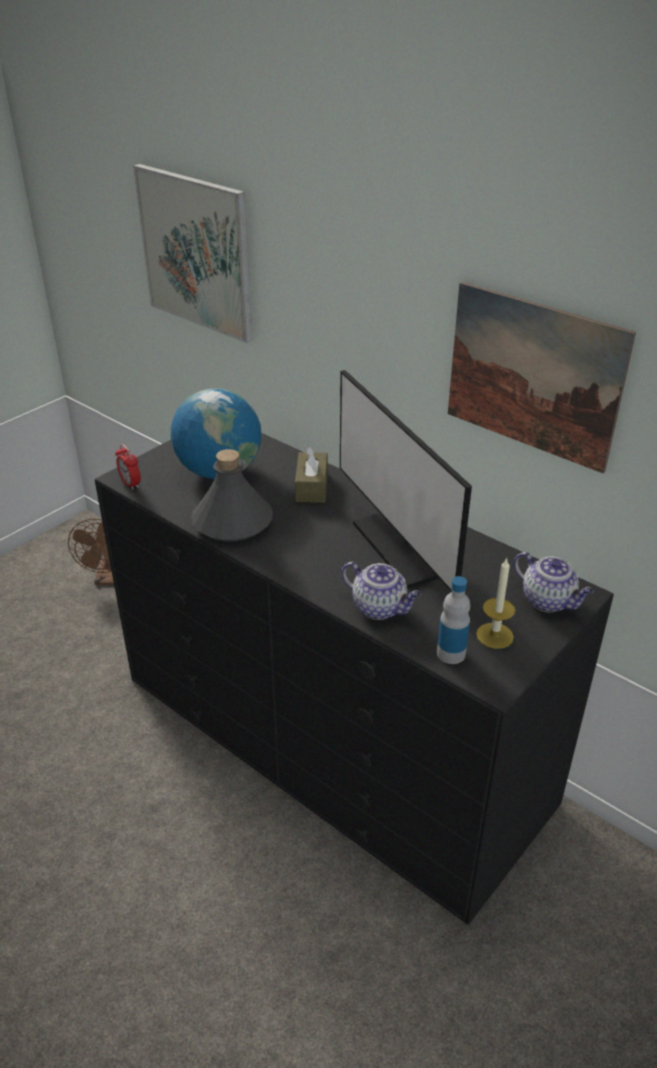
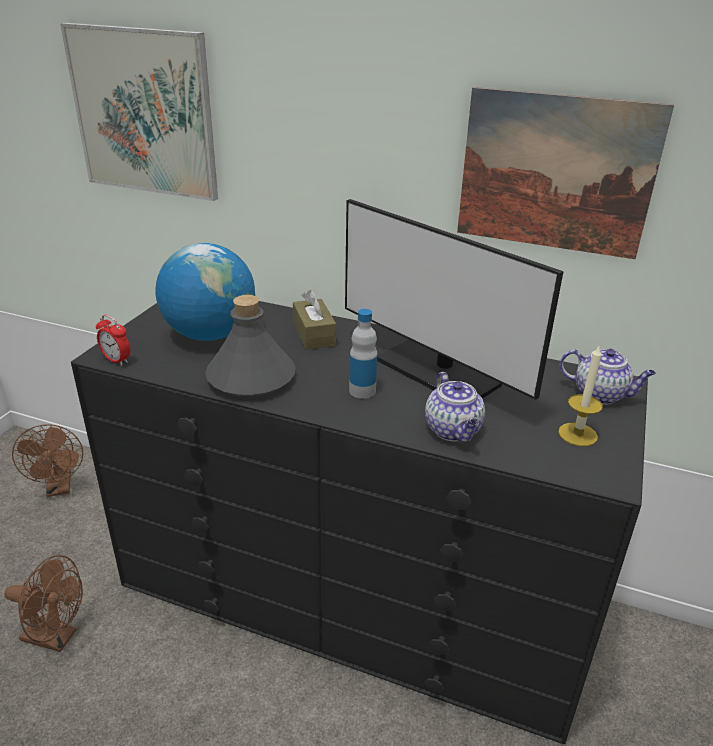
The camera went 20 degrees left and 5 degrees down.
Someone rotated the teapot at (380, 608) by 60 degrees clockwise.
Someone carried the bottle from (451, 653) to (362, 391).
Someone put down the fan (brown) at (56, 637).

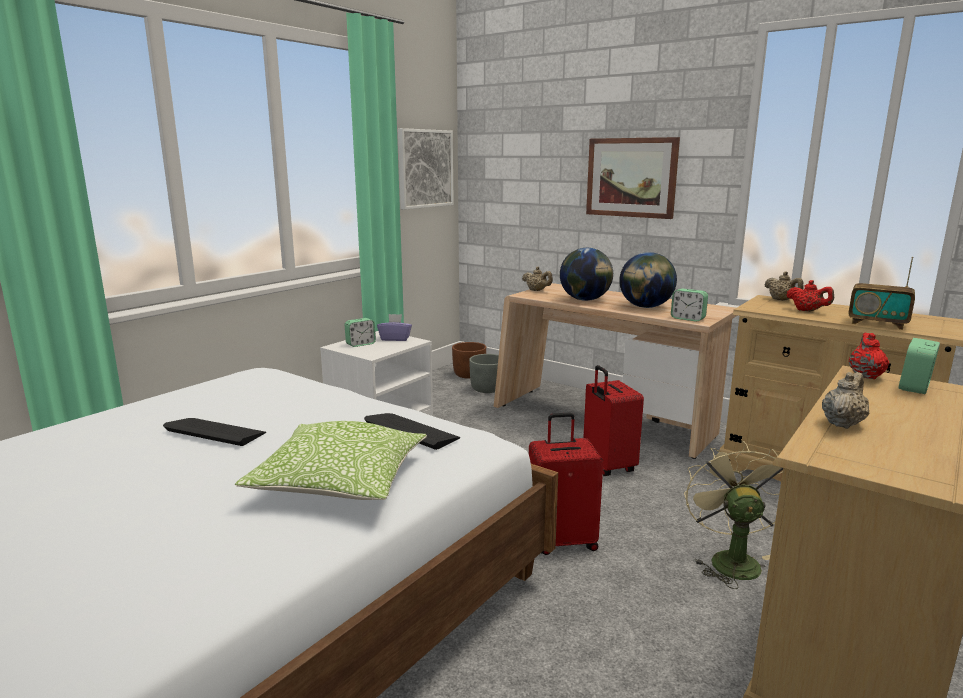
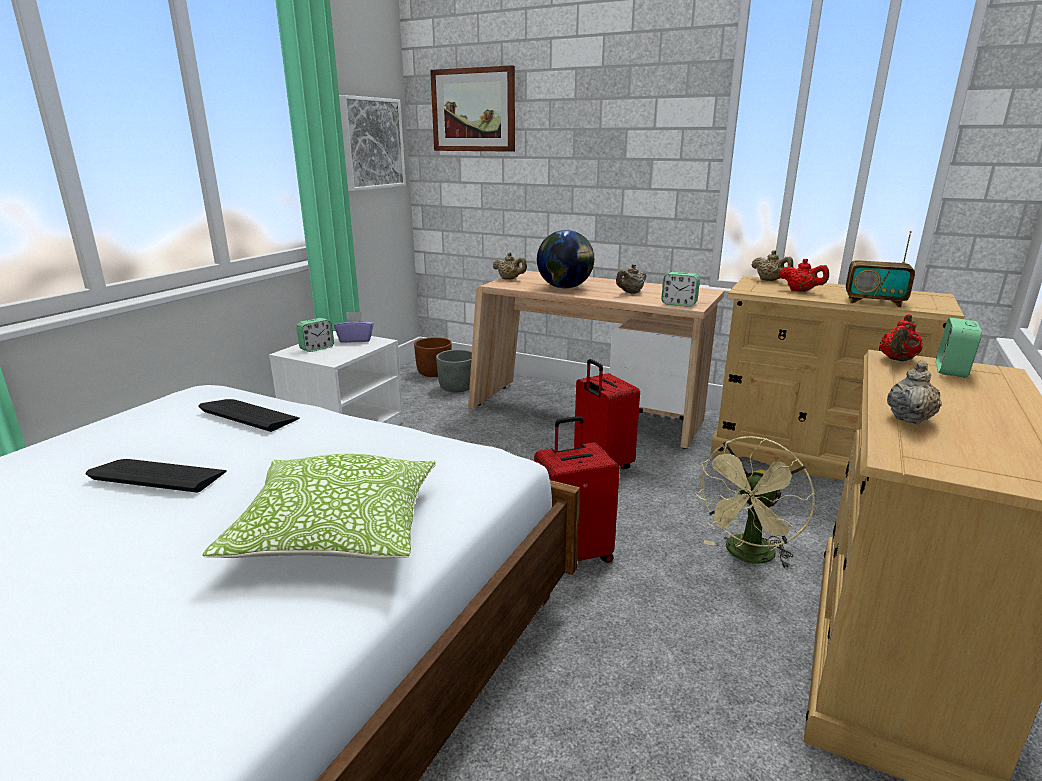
The camera went 10 degrees left and 5 degrees up.
Someone carried the picture from (631, 177) to (473, 110).
Someone swapped the globe at (645, 307) for the teapot (beige) at (630, 293).
Someone rotated the teapot (red) at (865, 375) by 150 degrees counterclockwise.
Someone carried the keyboard from (411, 431) to (249, 415).
Someone rotated the fan (beige) at (730, 559) by 135 degrees counterclockwise.

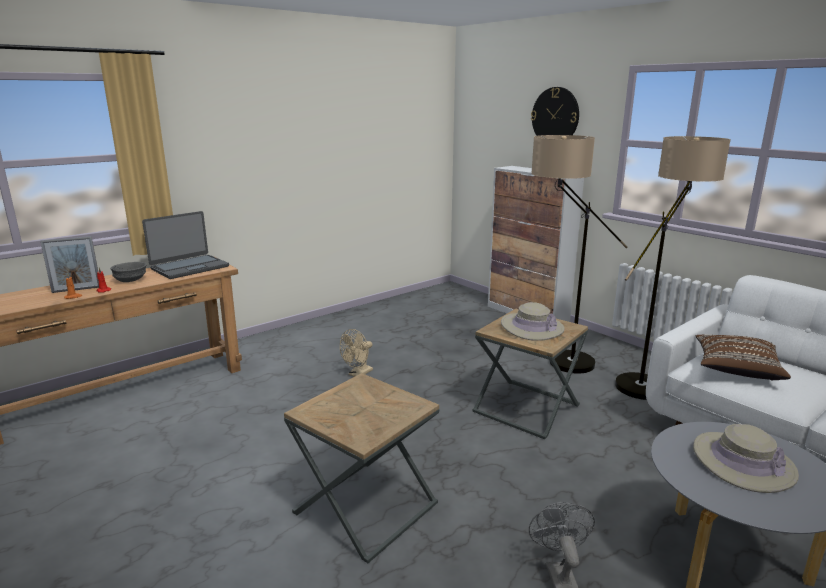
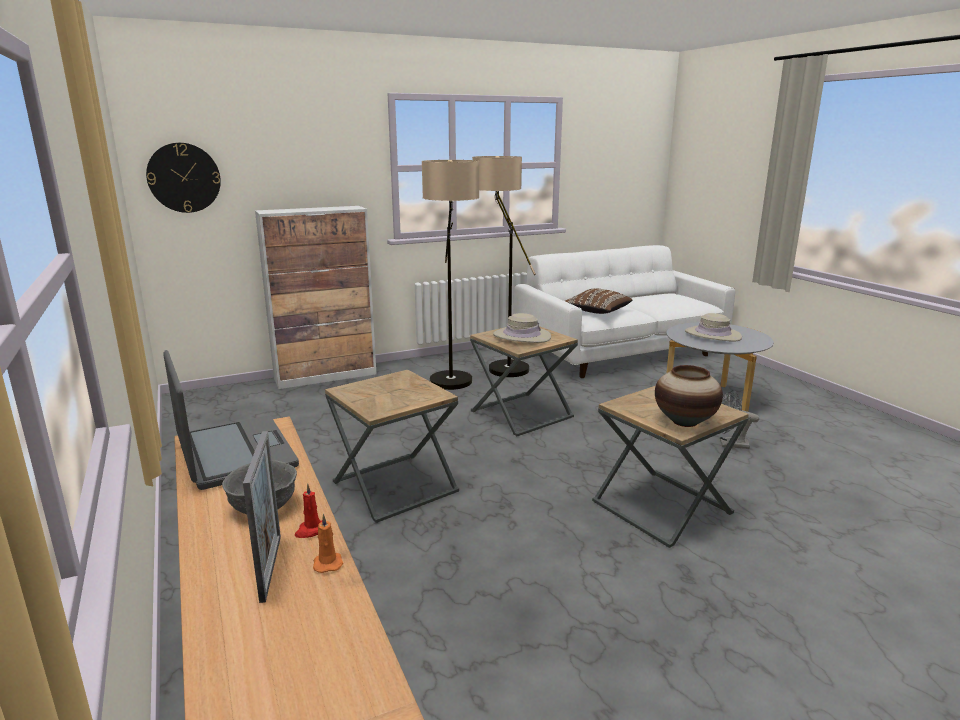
The camera went 75 degrees left and 0 degrees up.
Someone carried the wall clock from (555, 116) to (184, 178).
Someone swapped the fan (beige) at (358, 374) for the side table (brown) at (395, 487).
Someone put down the vase at (685, 422).

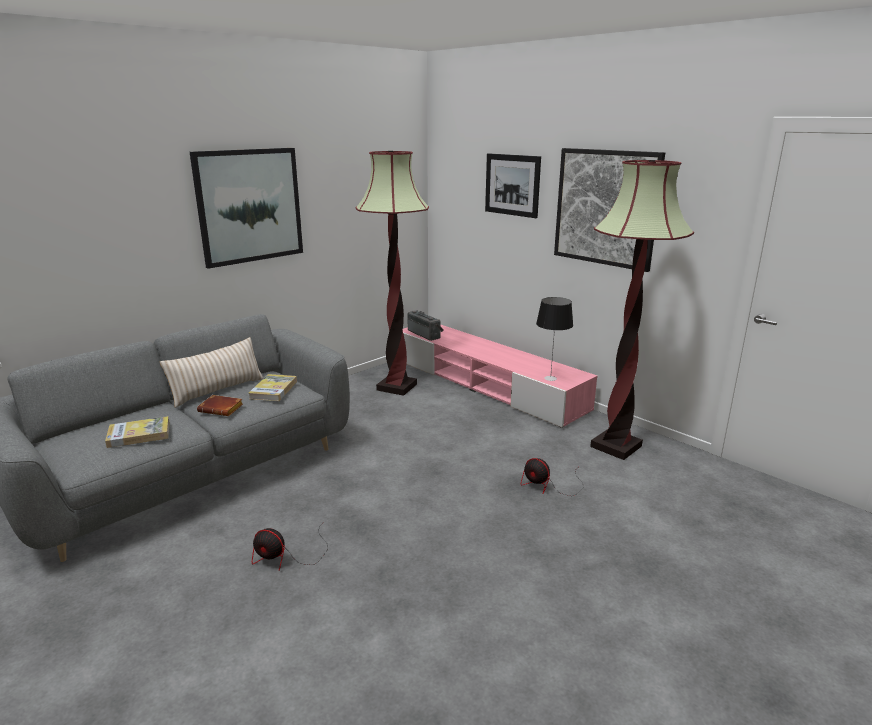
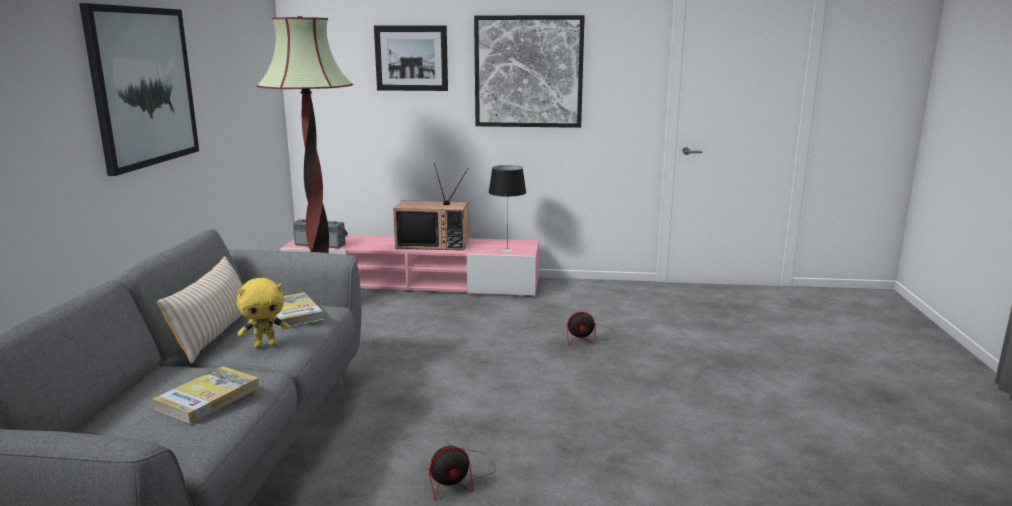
The camera went 40 degrees left and 5 degrees down.
Someone took away the floor lamp at (616, 446).
Someone swapped the book (brown) at (222, 409) for the plush toy (yellow) at (265, 345).
Someone put down the television at (434, 244).

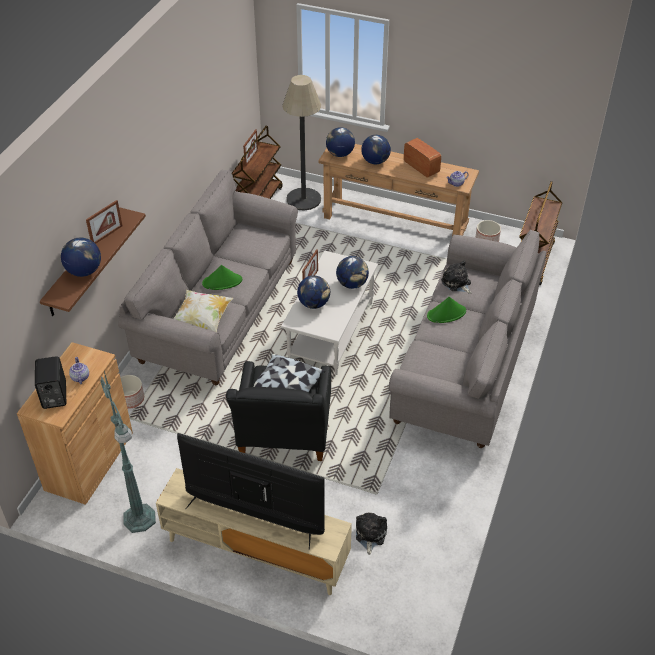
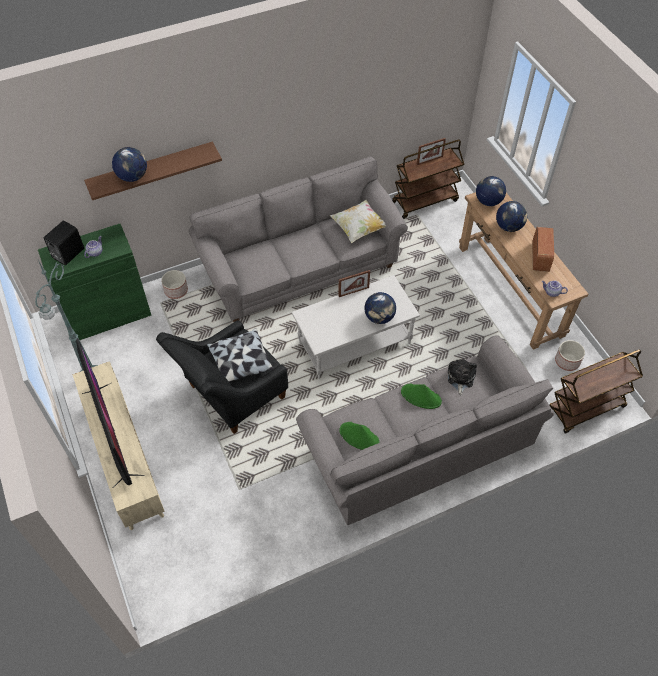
The camera went 45 degrees right and 10 degrees up.
Someone took away the floor lamp at (303, 199).
Someone took away the picture frame at (107, 235).
Someone carried the hat (green) from (222, 282) to (359, 437).
Someone took away the globe at (314, 304).
Someone carried the pillow from (202, 320) to (359, 228).
Someone repainted the cabinet (brown) at (89, 461), which became the cabinet (green) at (108, 314).
Someone took away the plush toy at (370, 535).

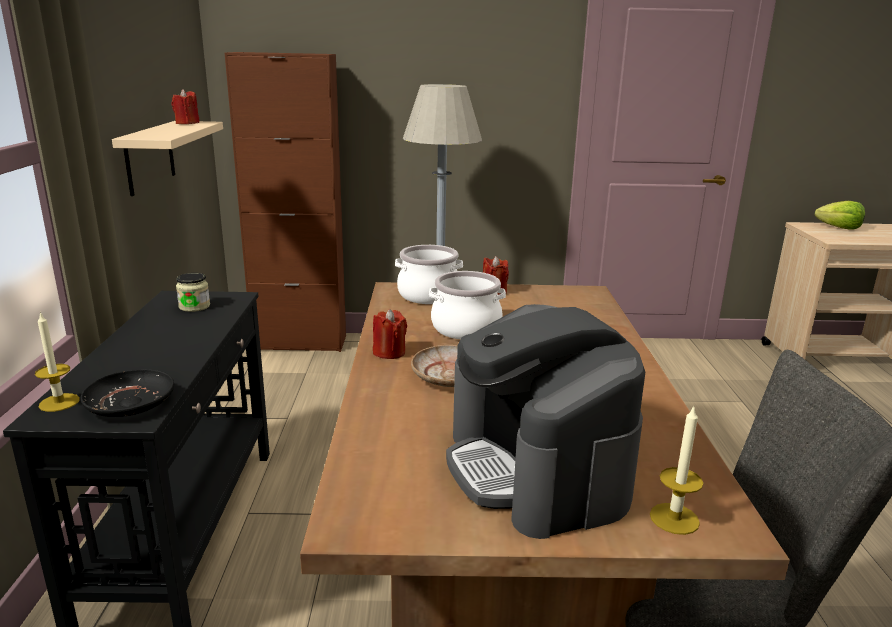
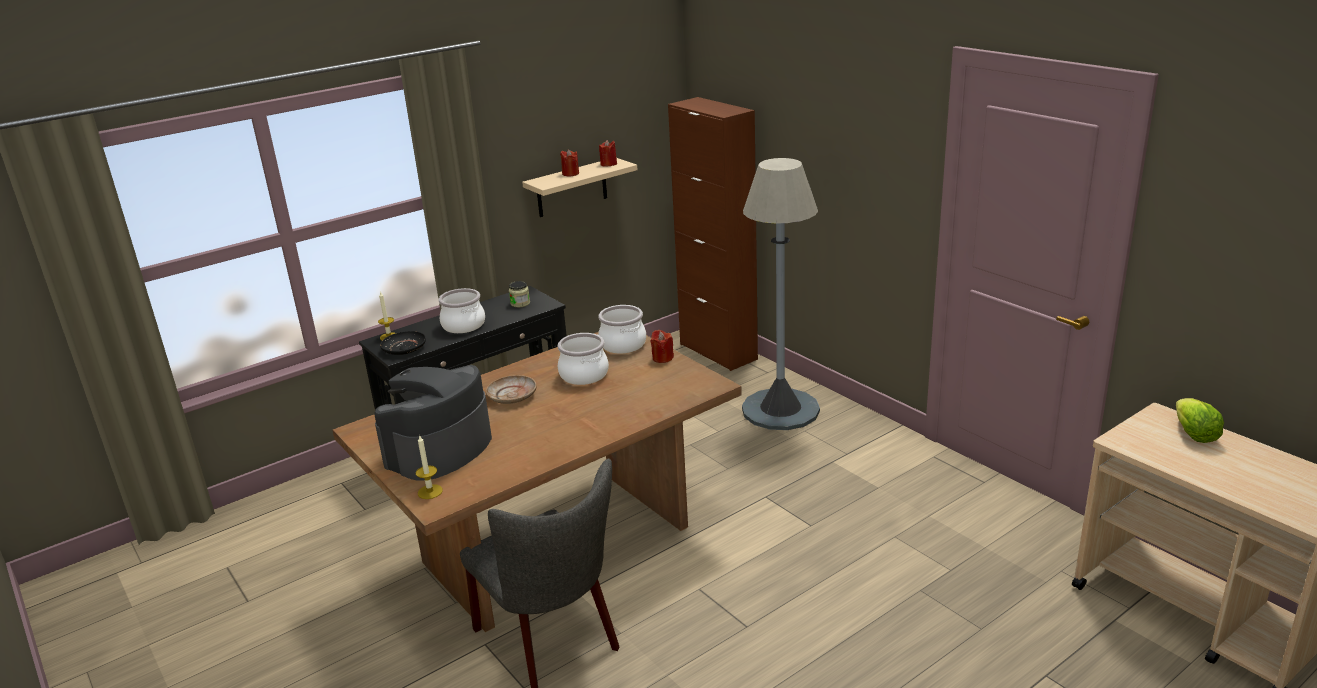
The camera went 55 degrees right and 5 degrees up.
Someone carried the candle (red) from (389, 352) to (570, 174).
Someone put down the cooking pot at (463, 325).

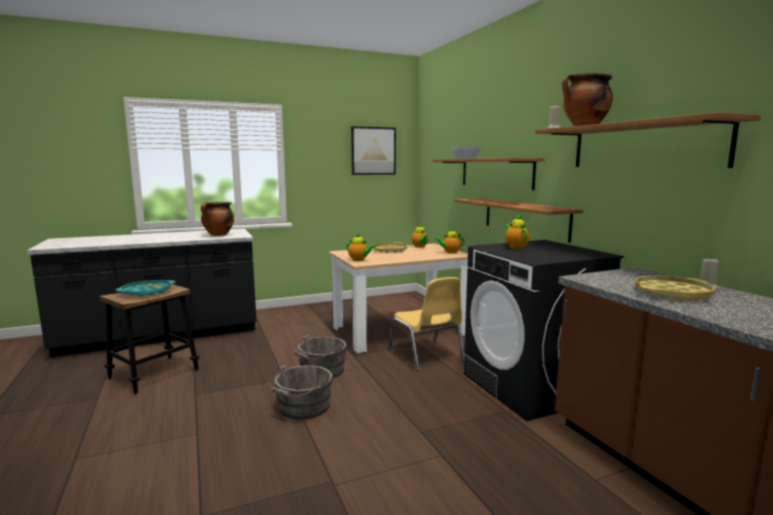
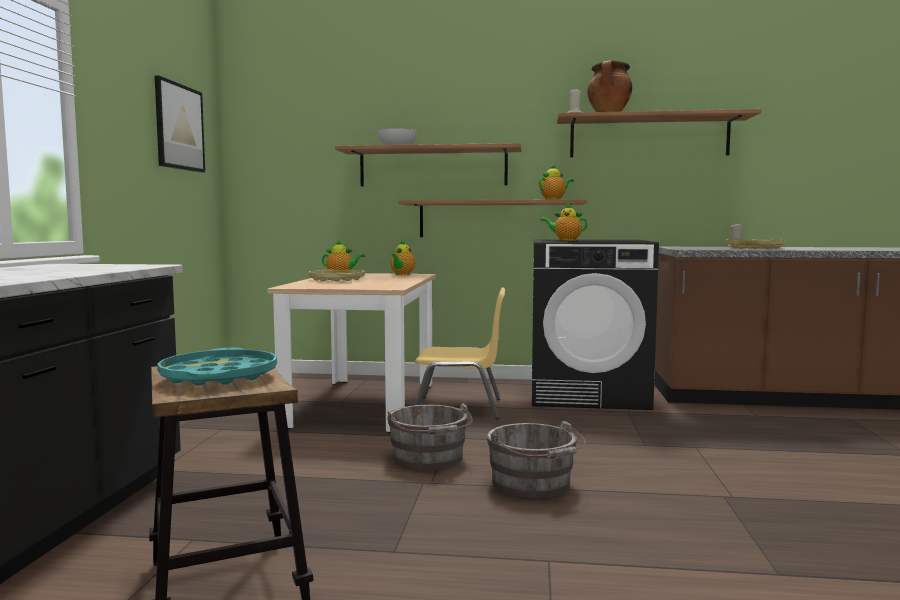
The camera went 60 degrees left and 5 degrees down.
Someone took away the cooking pot at (218, 235).
Someone carried the teapot from (359, 260) to (554, 199).

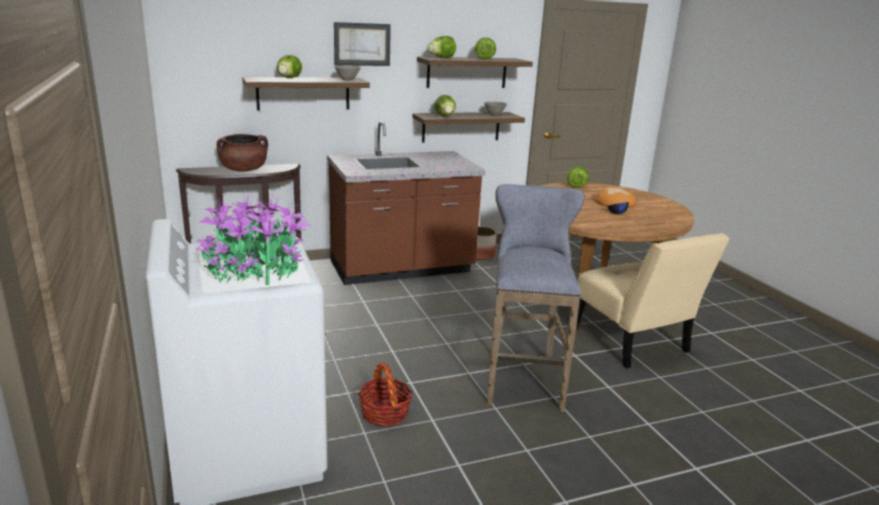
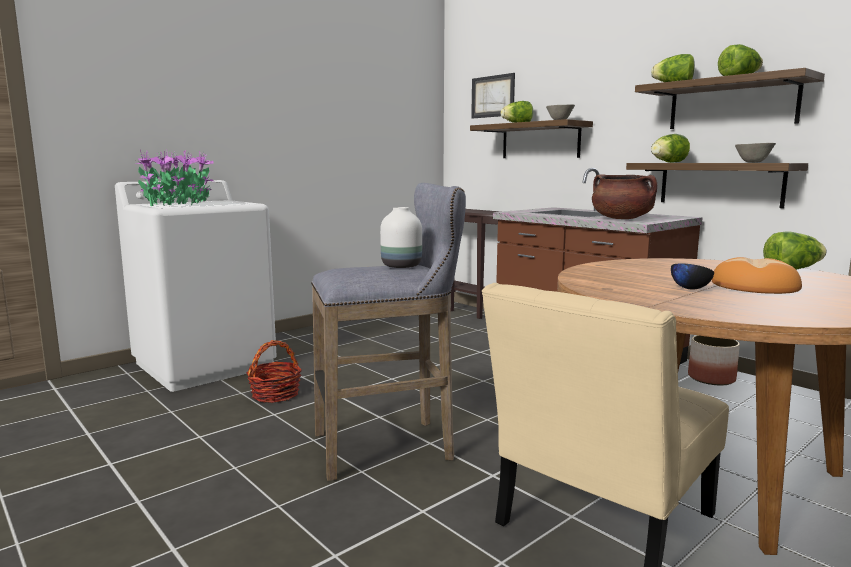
The camera went 70 degrees right and 10 degrees down.
Someone carried the picture from (362, 44) to (493, 96).
Someone carried the cooking pot (brown) from (244, 170) to (622, 219).
Someone put down the vase (white) at (401, 266).

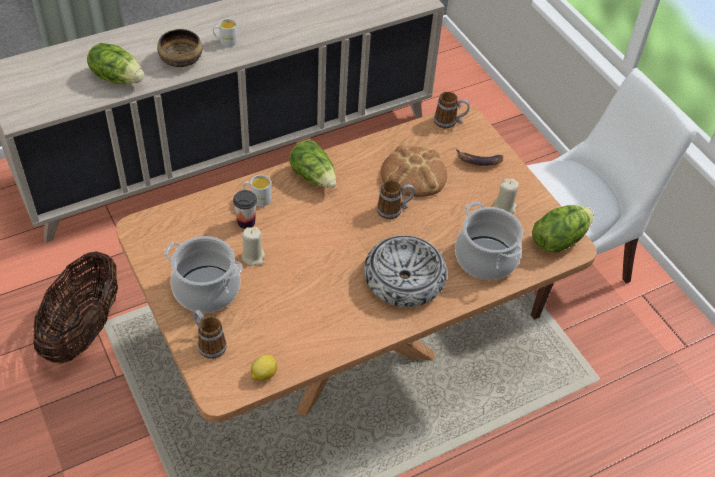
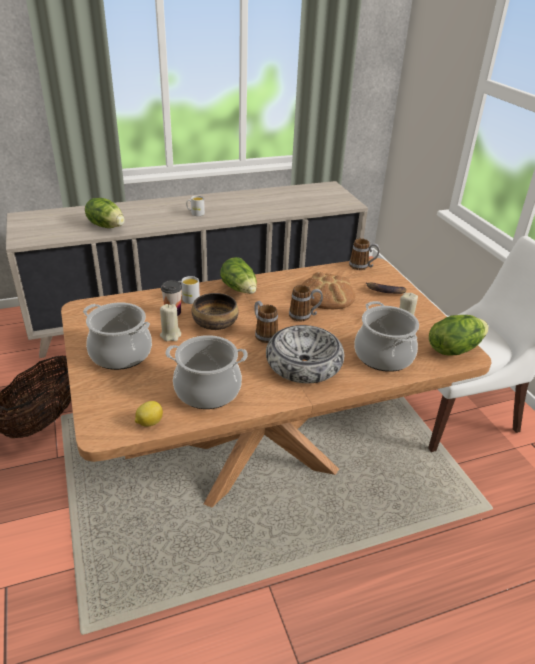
The camera went 10 degrees right and 15 degrees down.
Someone carried the bowl from (180, 59) to (214, 323).
Someone carried the mug from (208, 343) to (264, 334).
Someone put down the cooking pot at (208, 390).

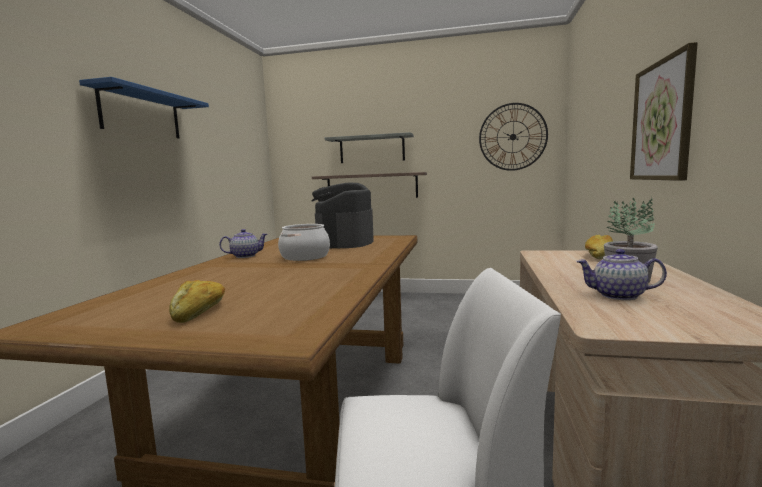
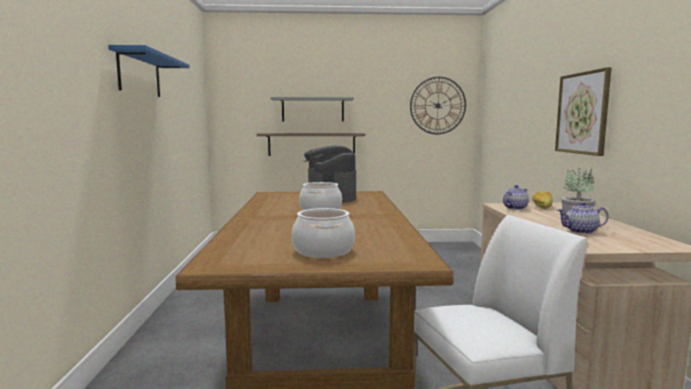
The camera went 15 degrees left and 0 degrees up.
Someone carried the teapot from (245, 256) to (514, 208).
Someone swapped the bread at (200, 311) for the cooking pot at (323, 251).

